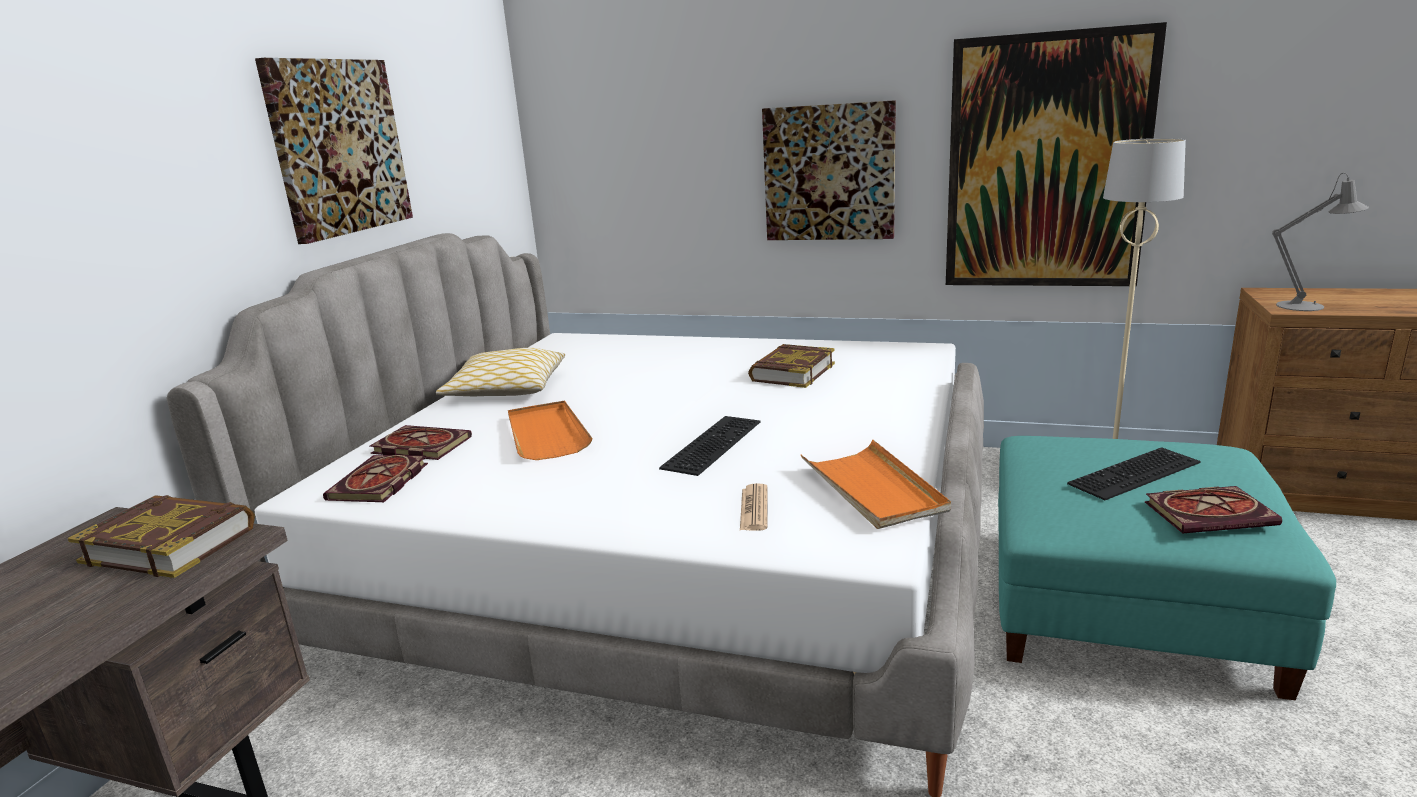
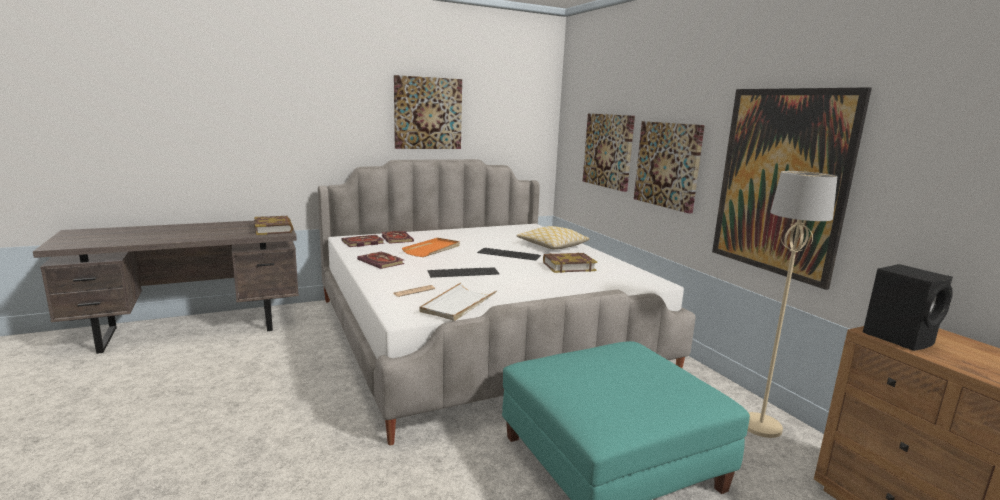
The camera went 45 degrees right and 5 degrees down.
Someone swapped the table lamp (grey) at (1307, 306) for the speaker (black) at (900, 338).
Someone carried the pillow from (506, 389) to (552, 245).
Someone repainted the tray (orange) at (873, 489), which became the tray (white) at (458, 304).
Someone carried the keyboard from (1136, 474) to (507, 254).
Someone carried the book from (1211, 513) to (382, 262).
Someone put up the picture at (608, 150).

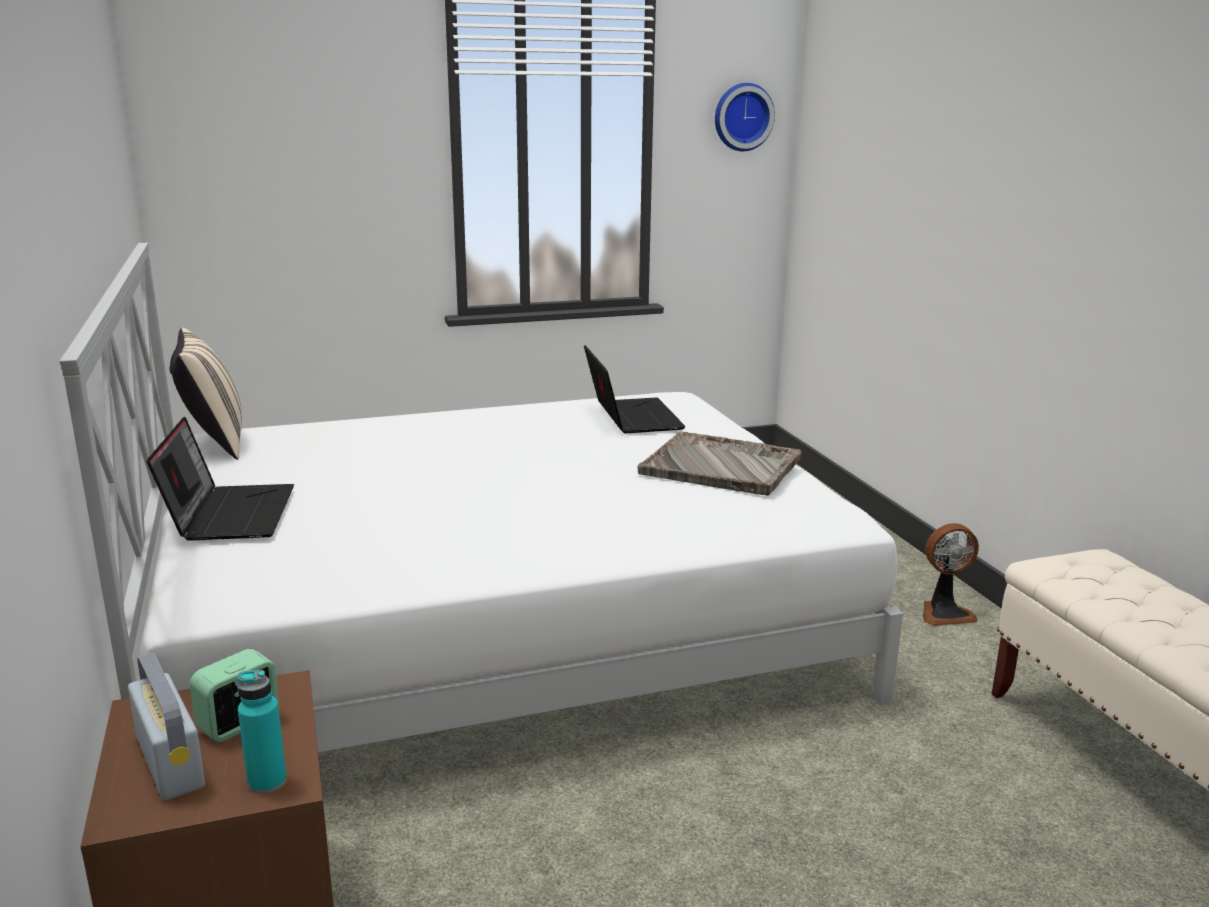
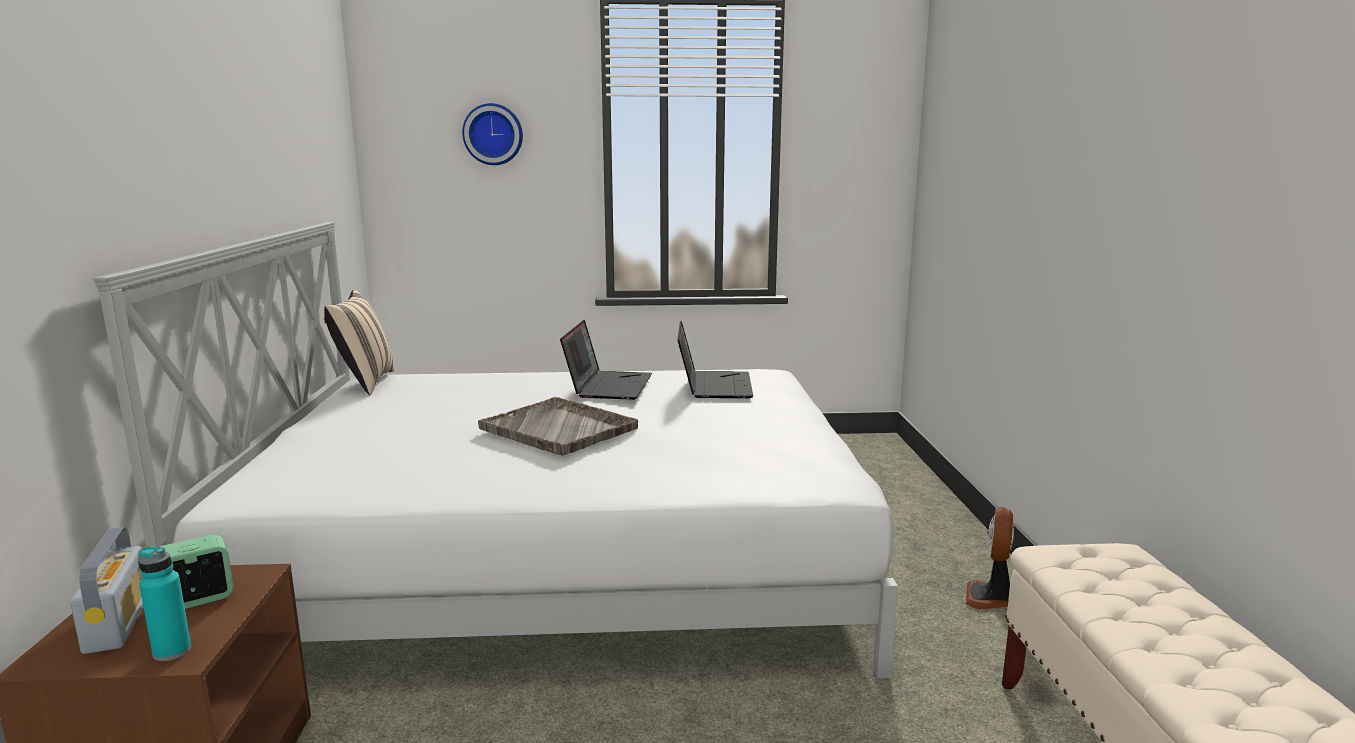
The camera went 15 degrees right and 5 degrees down.
Someone carried the wall clock from (742, 117) to (493, 134).
Someone carried the laptop from (229, 513) to (608, 386).
Someone carried the tray (grey) from (722, 467) to (559, 429).
Someone rotated the fan at (944, 613) by 105 degrees clockwise.

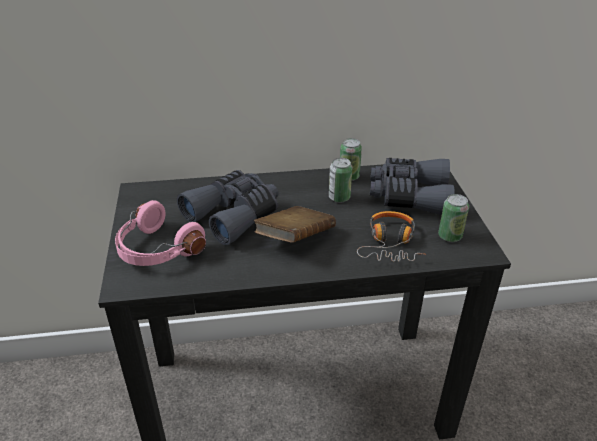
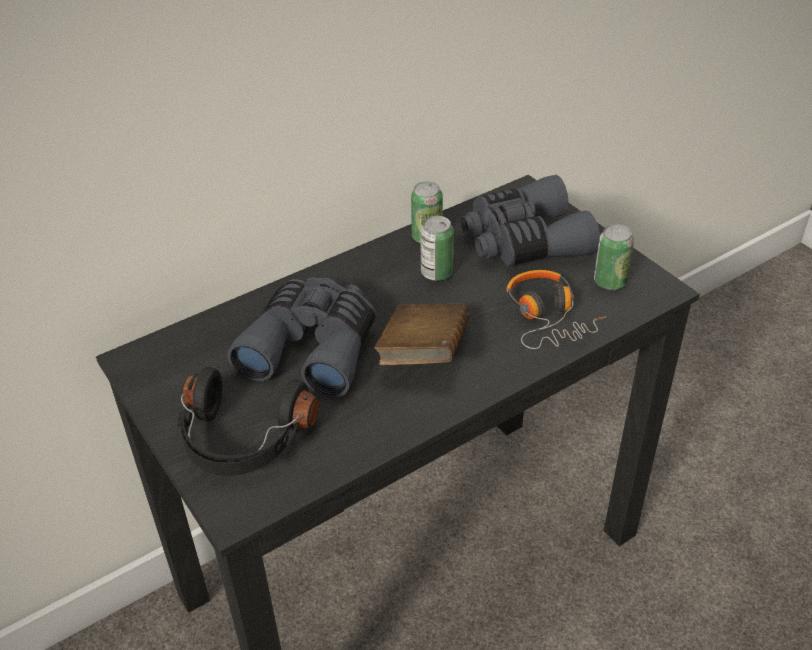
The camera went 25 degrees left and 5 degrees up.
Someone repainted the headphones (pink) at (156, 250), which became the headphones (black) at (242, 440).

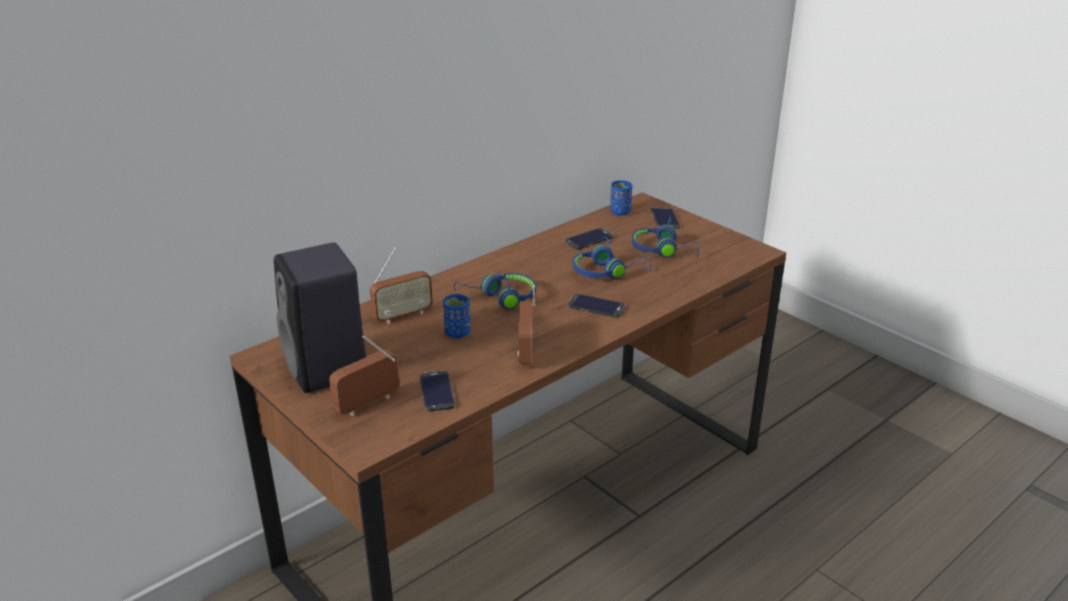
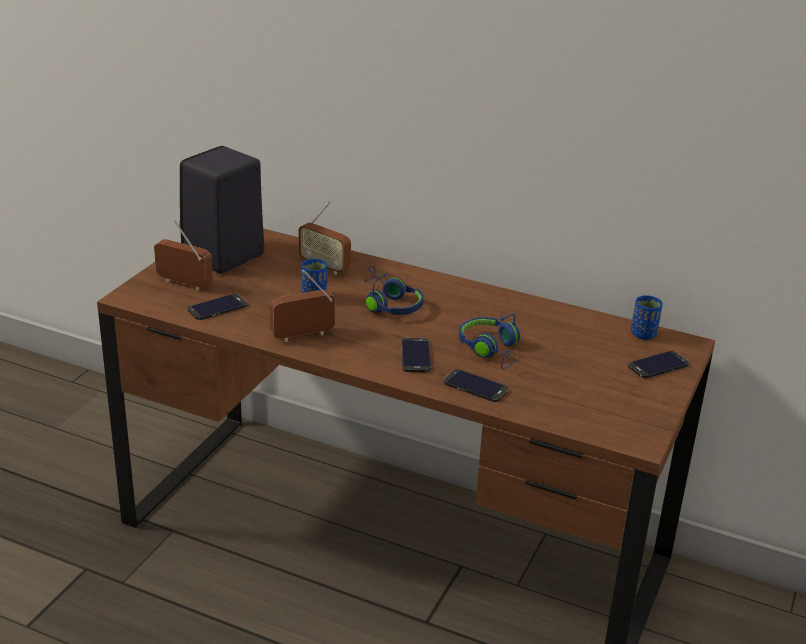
The camera went 65 degrees right and 0 degrees up.
Someone took away the headphones (blue) at (664, 251).
Someone carried the phone from (589, 239) to (475, 386).

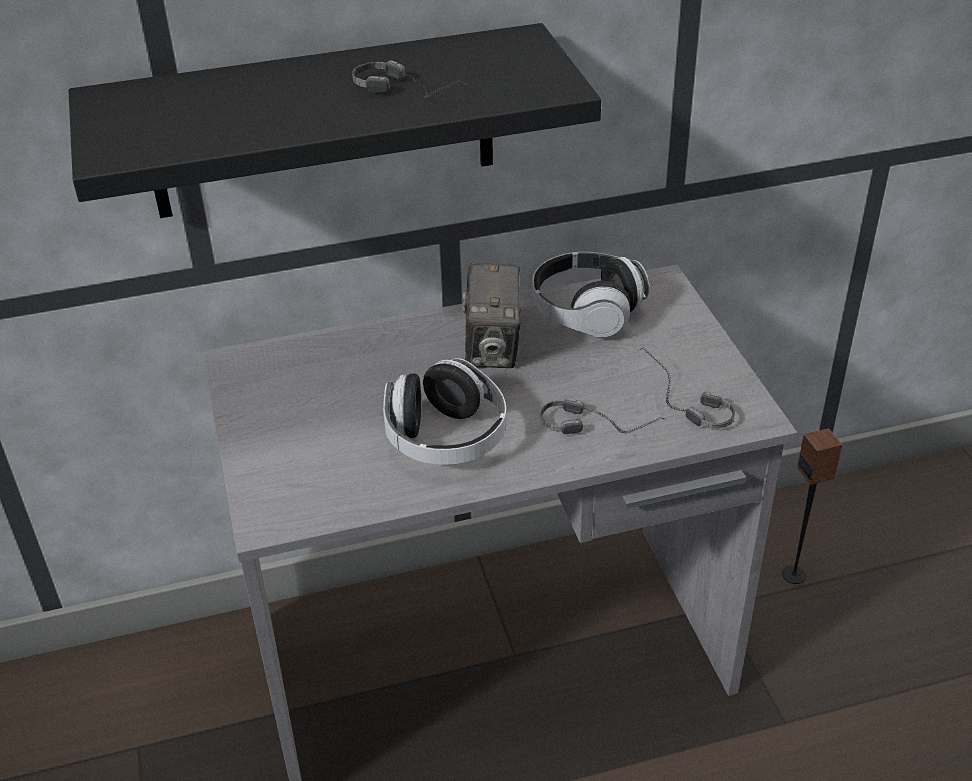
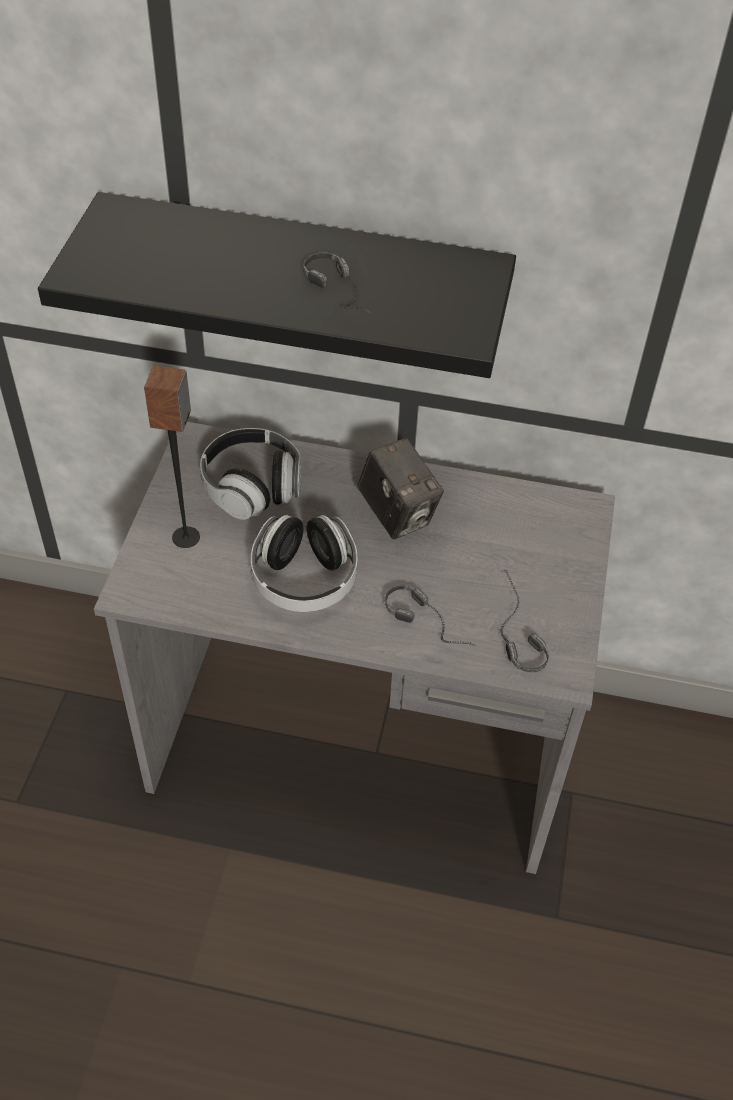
The camera went 25 degrees right and 10 degrees up.
Someone carried the headphones from (586, 312) to (252, 487).
Someone rotated the photo camera at (493, 349) by 60 degrees counterclockwise.
Someone carried the speaker from (794, 575) to (186, 537).

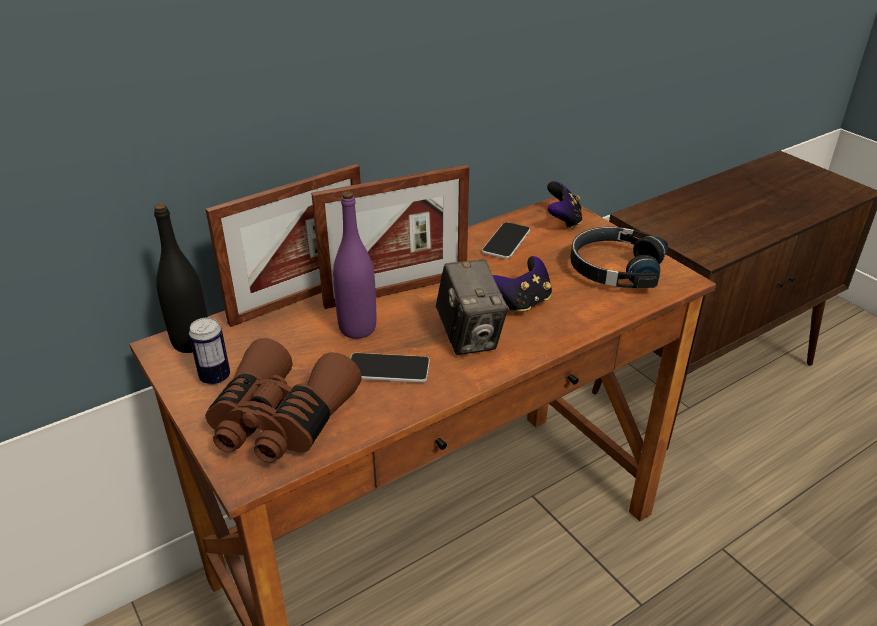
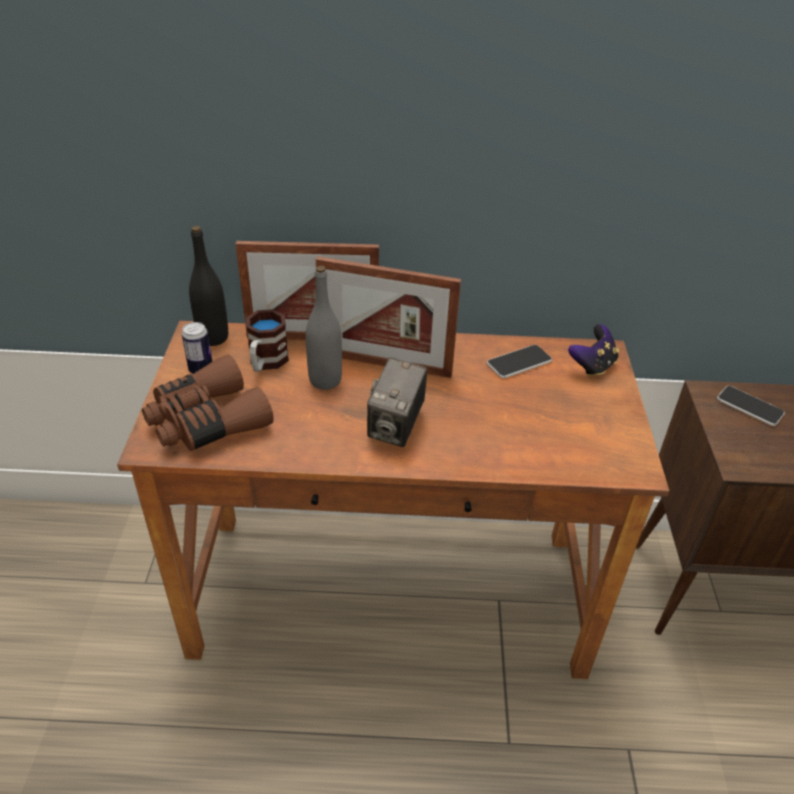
The camera went 35 degrees right and 5 degrees up.
Someone repainted the bottle (purple) at (357, 328), which became the bottle (grey) at (325, 380).
Someone took away the headphones (black) at (614, 269).
Someone took away the game controller at (522, 303).
Someone carried the phone from (388, 369) to (749, 406).
Someone put down the mug at (266, 363).

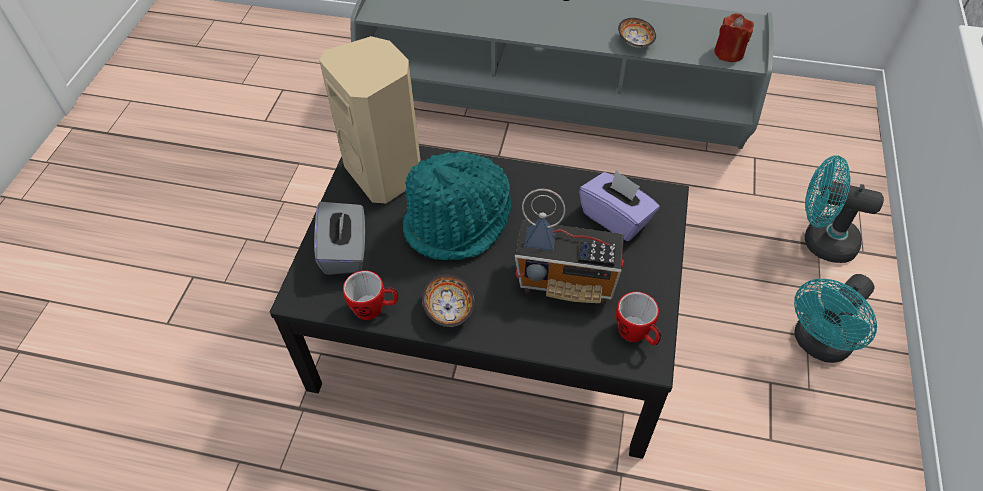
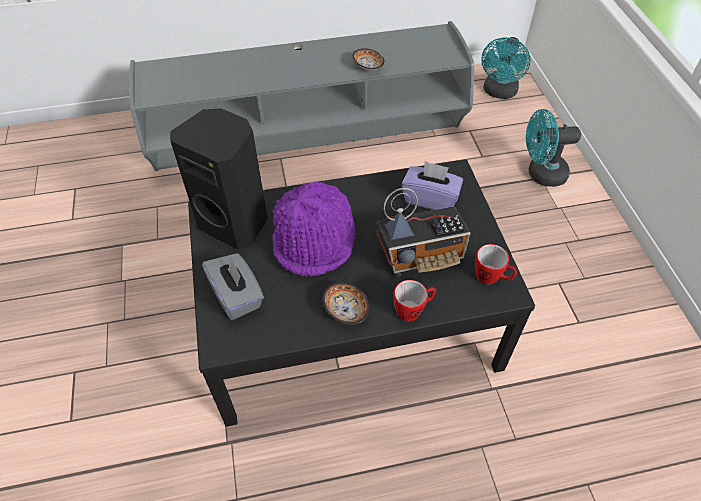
The camera went 25 degrees left and 0 degrees up.
Someone took away the candle (red) at (729, 53).
Someone repainted the speaker (beige) at (386, 173), which became the speaker (black) at (235, 222).
Someone repainted the hat (turquoise) at (459, 221), which became the hat (purple) at (315, 241).
Someone carried the mug from (375, 308) to (413, 309).
Someone carried the fan (turquoise) from (818, 344) to (499, 92).

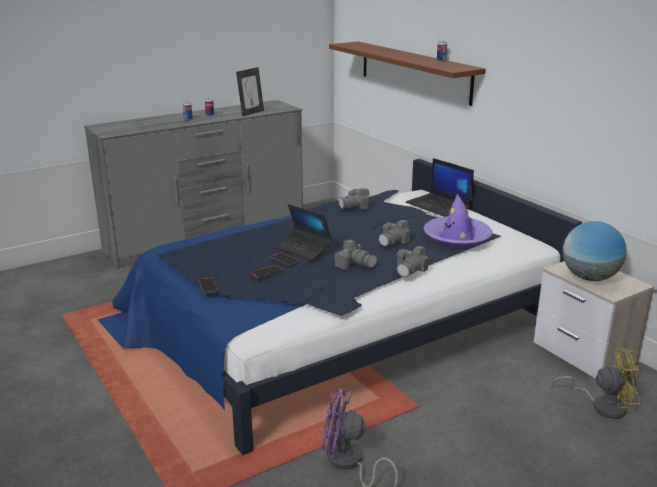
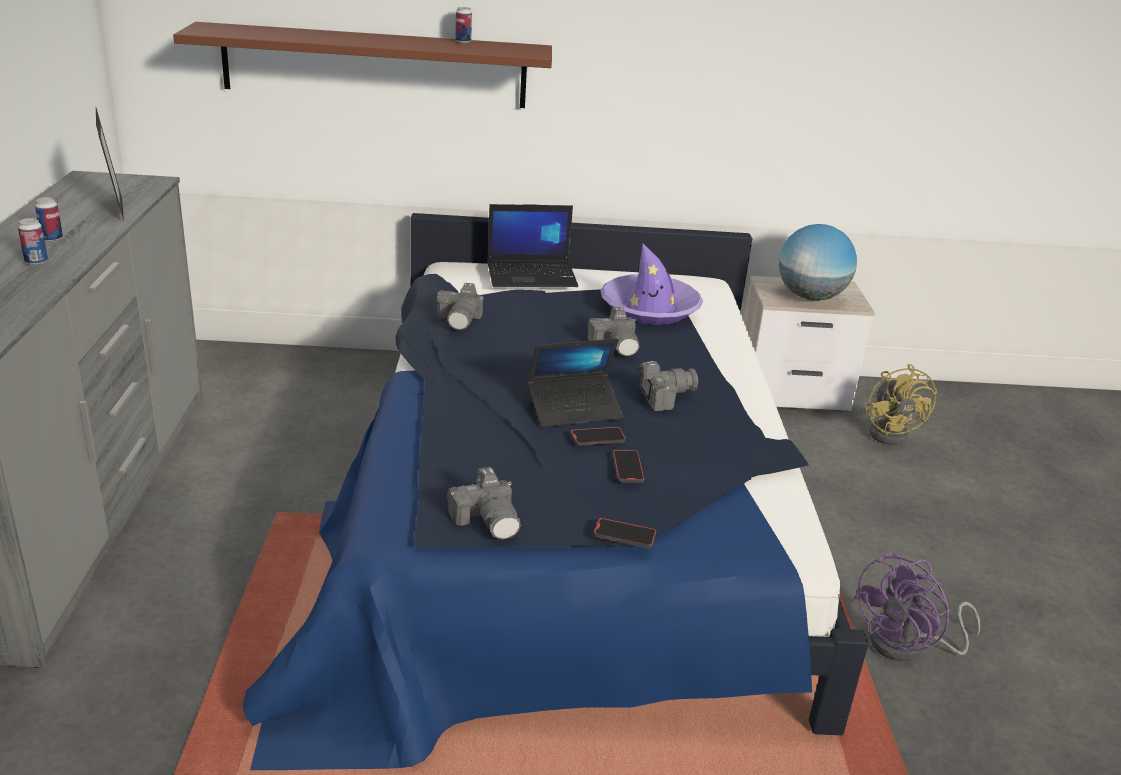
The camera went 60 degrees left and 5 degrees up.
Someone carried the photo camera from (410, 270) to (487, 519).
Someone rotated the fan (yellow) at (602, 405) by 135 degrees clockwise.

